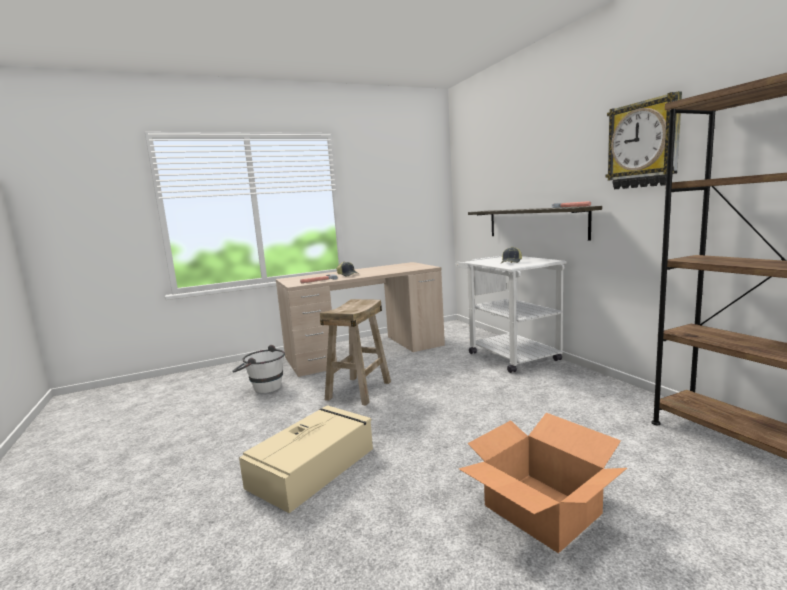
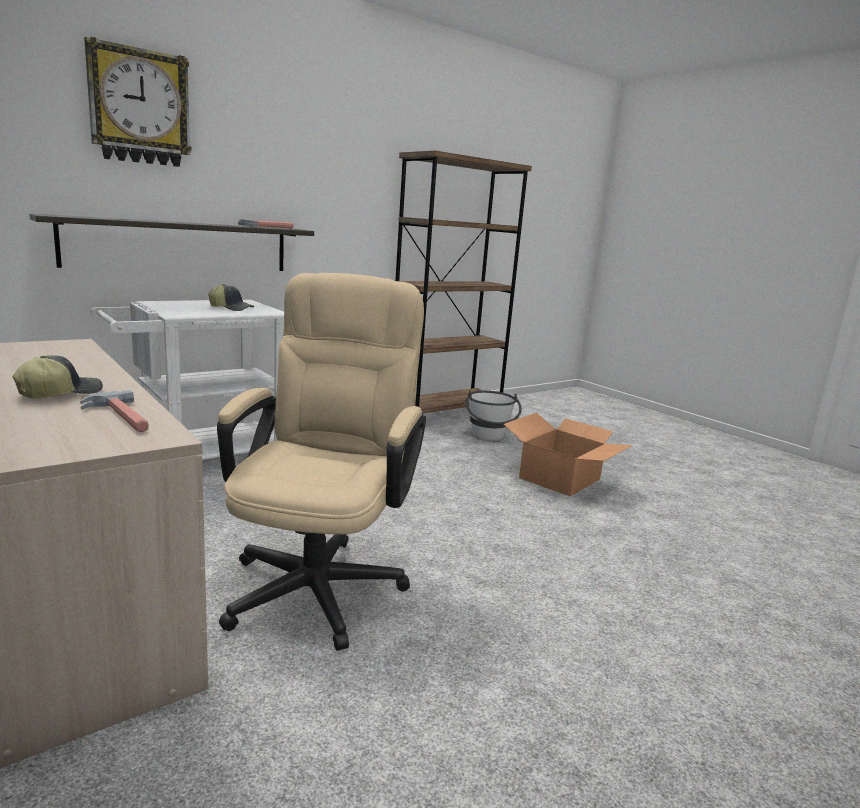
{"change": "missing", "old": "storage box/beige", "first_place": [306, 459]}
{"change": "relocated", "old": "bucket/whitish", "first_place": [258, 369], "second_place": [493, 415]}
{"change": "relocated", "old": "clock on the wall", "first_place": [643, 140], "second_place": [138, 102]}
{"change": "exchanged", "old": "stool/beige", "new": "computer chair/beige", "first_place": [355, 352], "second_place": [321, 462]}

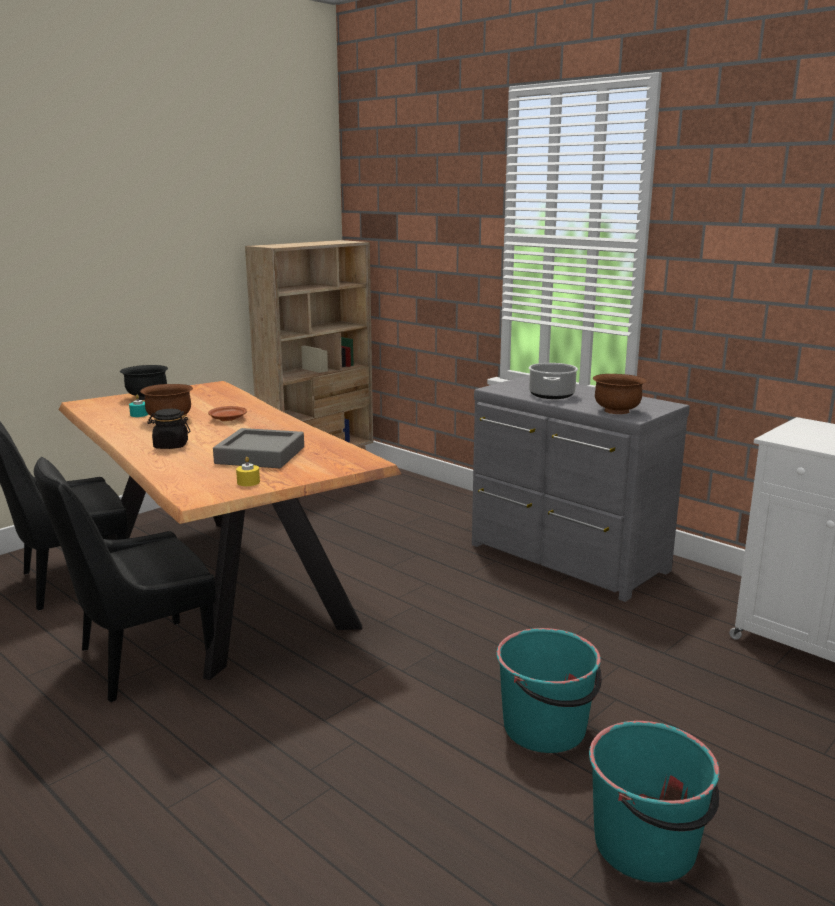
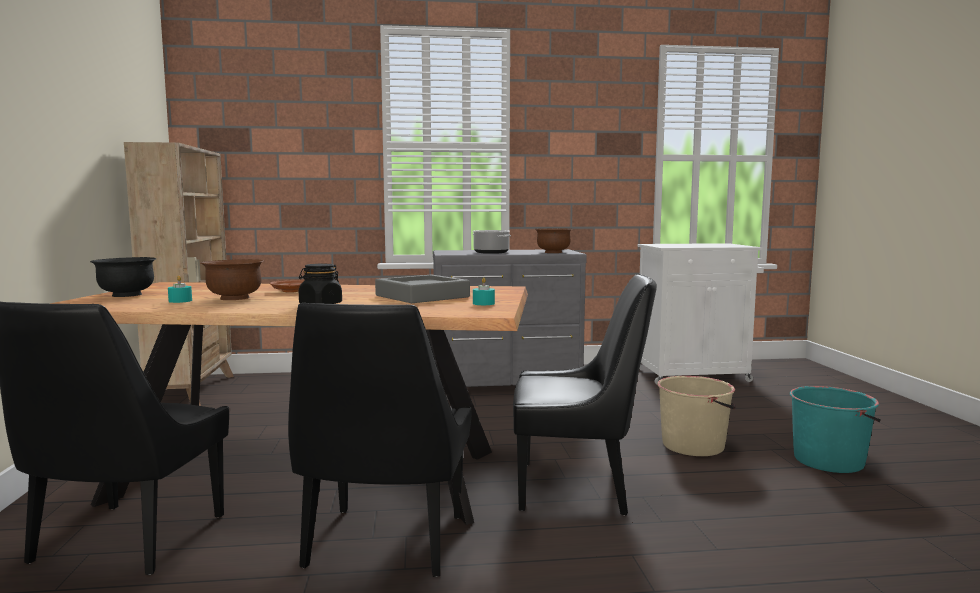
{"change": "appeared", "new": "plain chair/black", "second_place": [585, 394]}
{"change": "colour", "old": "candle/yellow", "new": "candle/turquoise-coloured", "first_place": [248, 471], "second_place": [484, 291]}
{"change": "colour", "old": "bucket/turquoise-coloured", "new": "bucket/beige", "first_place": [549, 690], "second_place": [696, 416]}

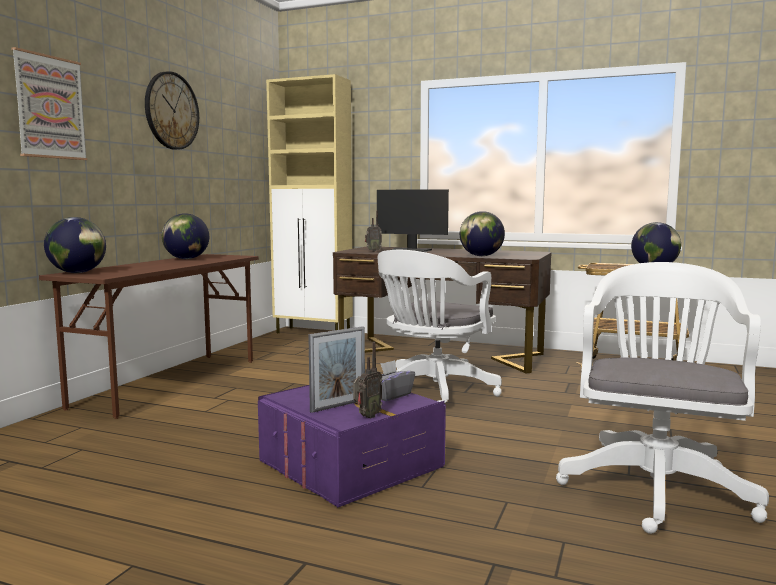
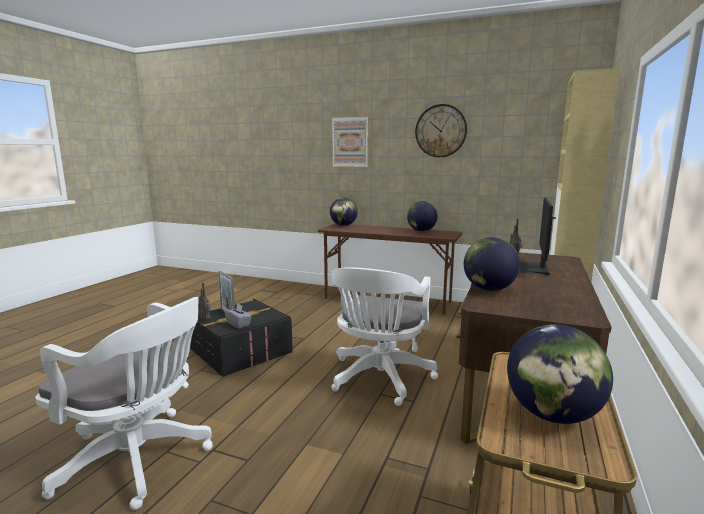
{"change": "colour", "old": "storage box/purple", "new": "storage box/black", "first_place": [352, 446], "second_place": [241, 338]}
{"change": "spun", "old": "computer chair/whitish", "first_place": [440, 326], "second_place": [384, 336], "degrees": -105}

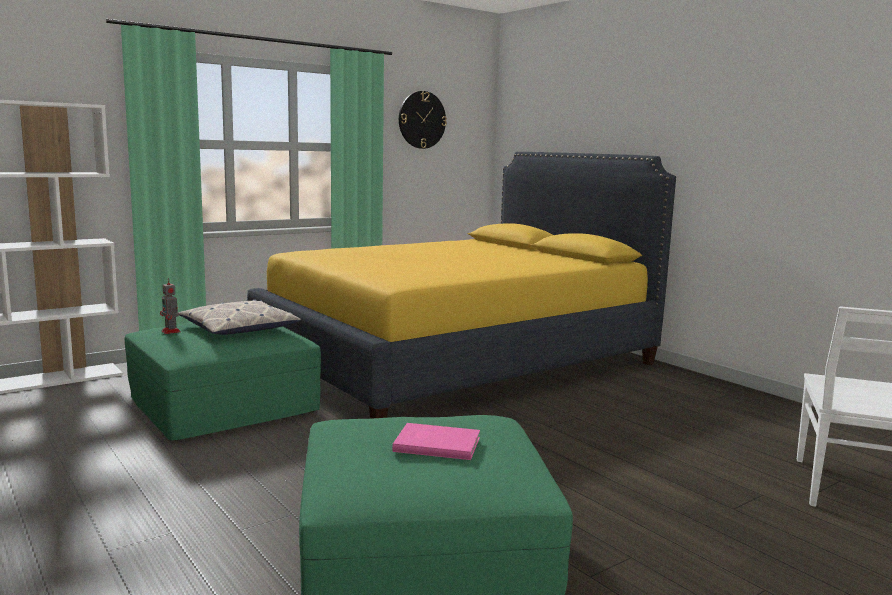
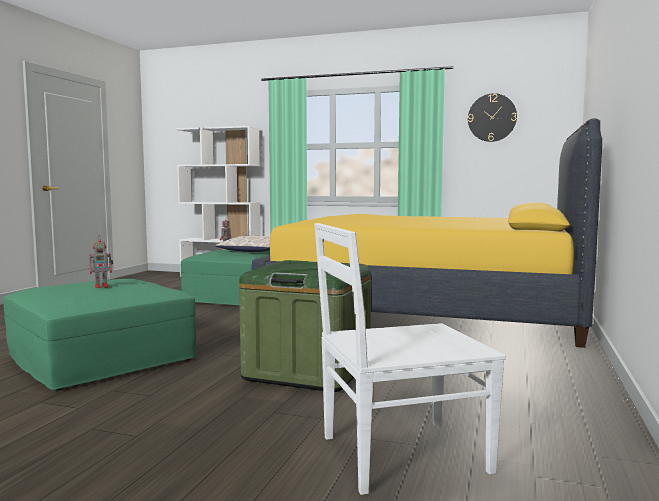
{"change": "appeared", "new": "storage box/green-coloured", "second_place": [305, 326]}
{"change": "exchanged", "old": "bound book/pinkish", "new": "robot figure", "first_place": [436, 441], "second_place": [101, 261]}

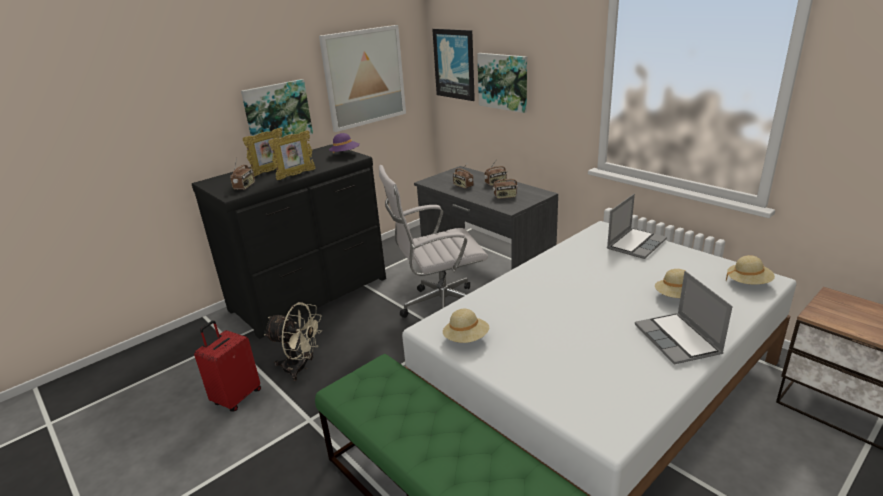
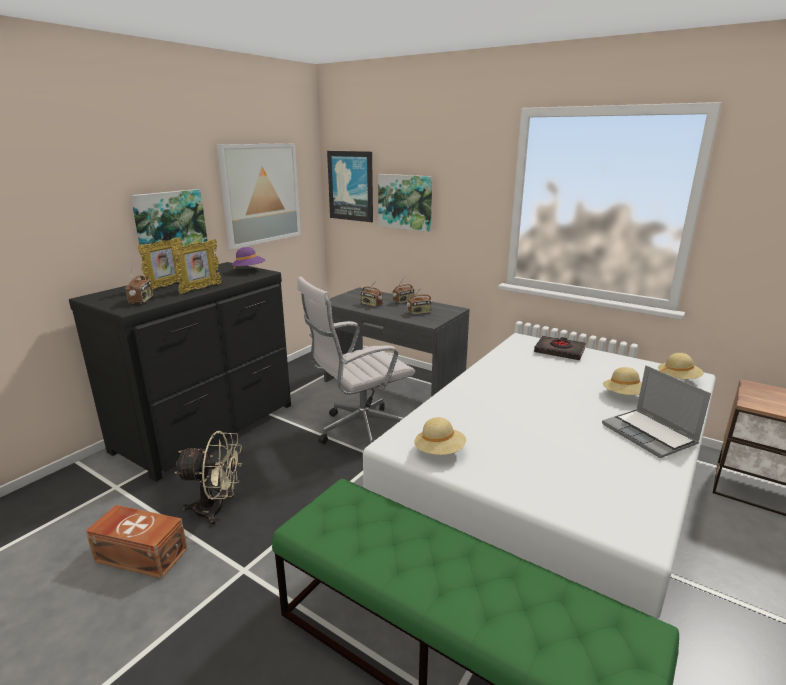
{"change": "exchanged", "old": "travel case/red", "new": "storage box/brown", "first_place": [227, 366], "second_place": [136, 542]}
{"change": "exchanged", "old": "laptop", "new": "bound book/black", "first_place": [637, 226], "second_place": [560, 348]}

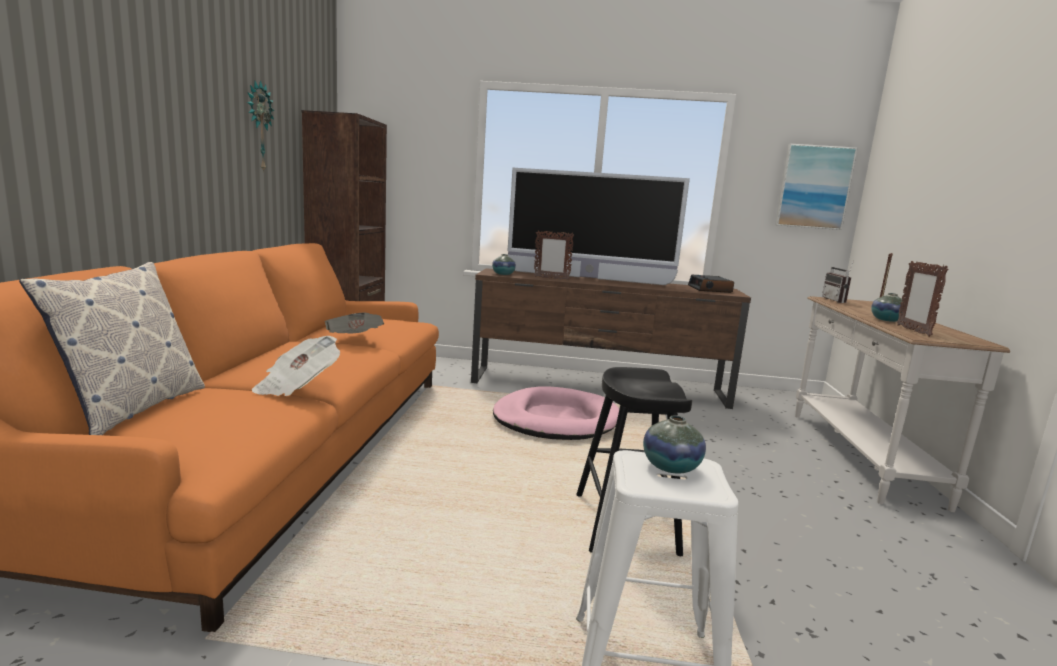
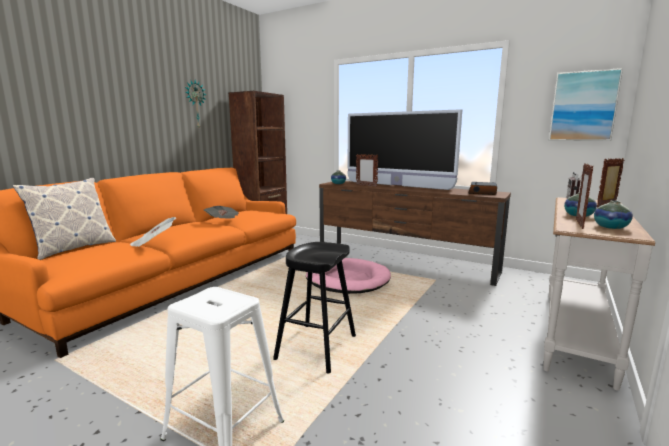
{"change": "relocated", "old": "flower vase", "first_place": [674, 444], "second_place": [613, 214]}

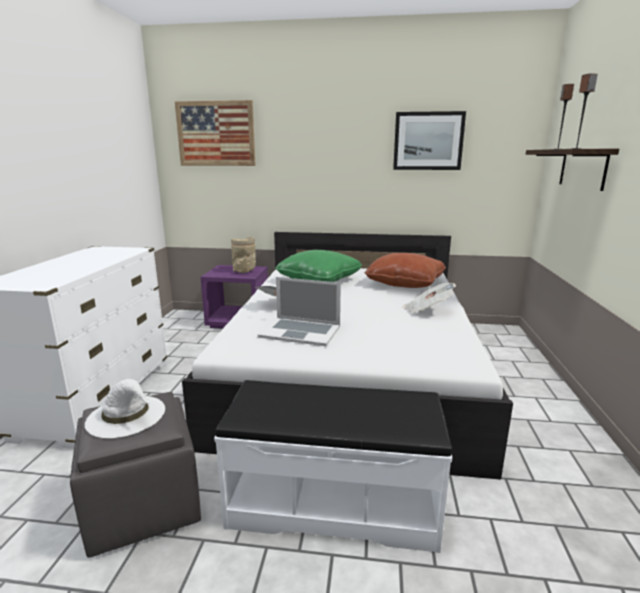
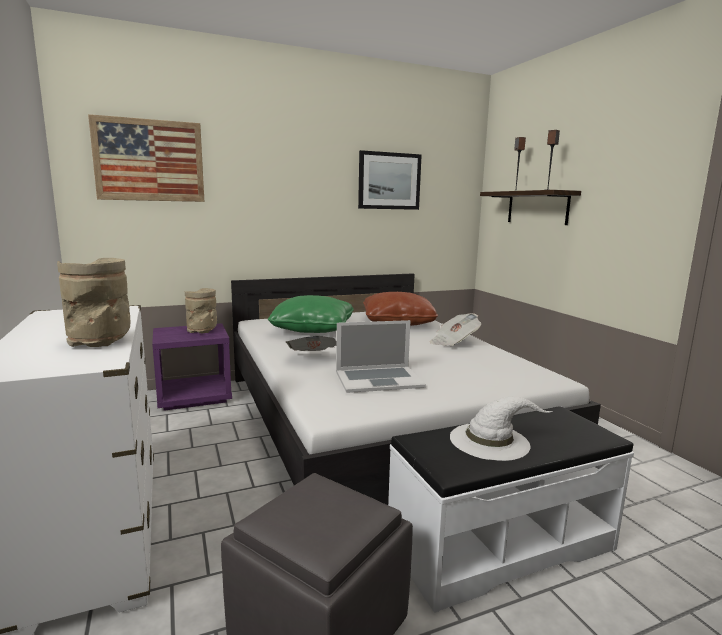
{"change": "appeared", "new": "flower vase/beige", "second_place": [93, 302]}
{"change": "relocated", "old": "hat/whitish", "first_place": [125, 408], "second_place": [501, 429]}

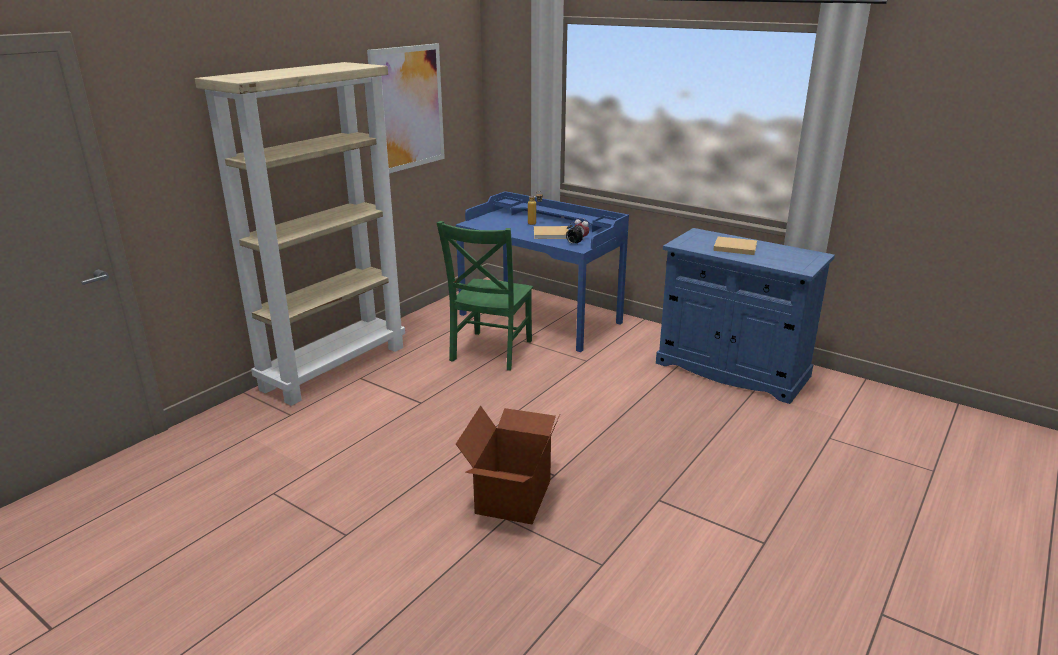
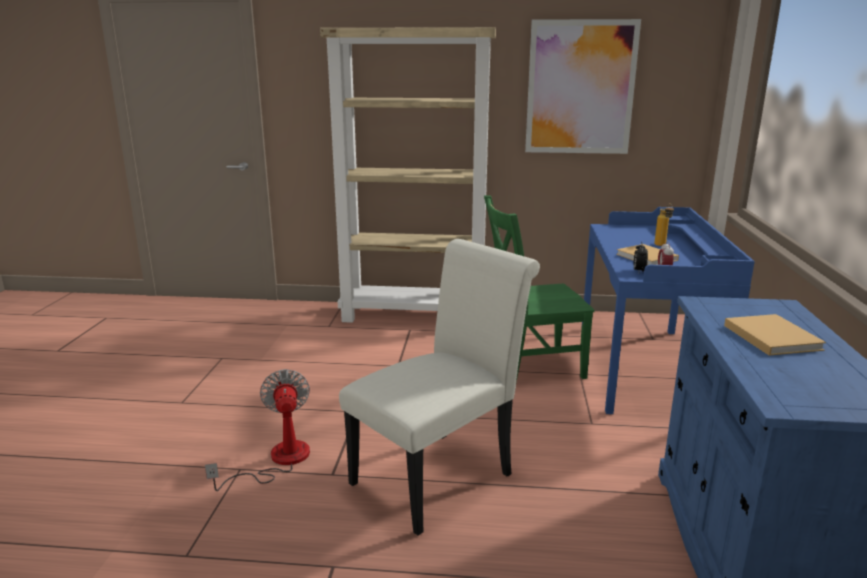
{"change": "appeared", "new": "plain chair/whitish", "second_place": [439, 387]}
{"change": "exchanged", "old": "cardboard box", "new": "electric fan", "first_place": [508, 465], "second_place": [257, 430]}

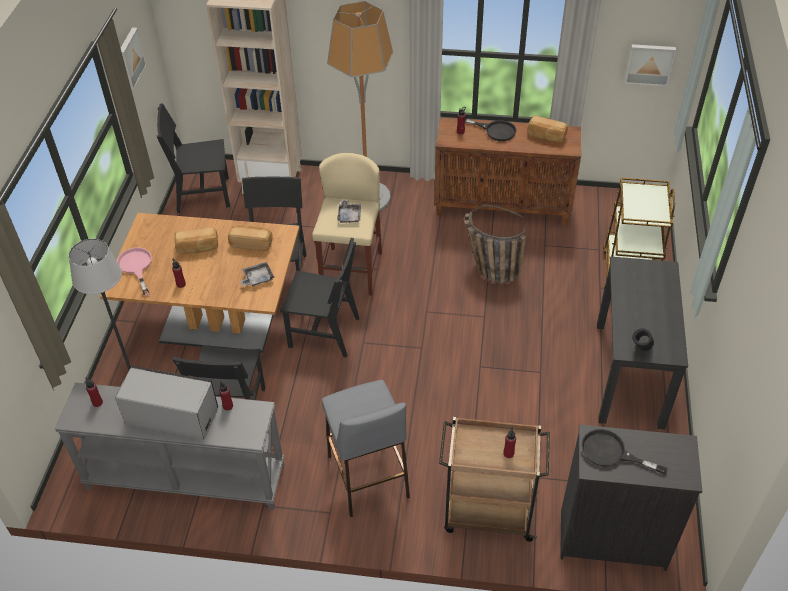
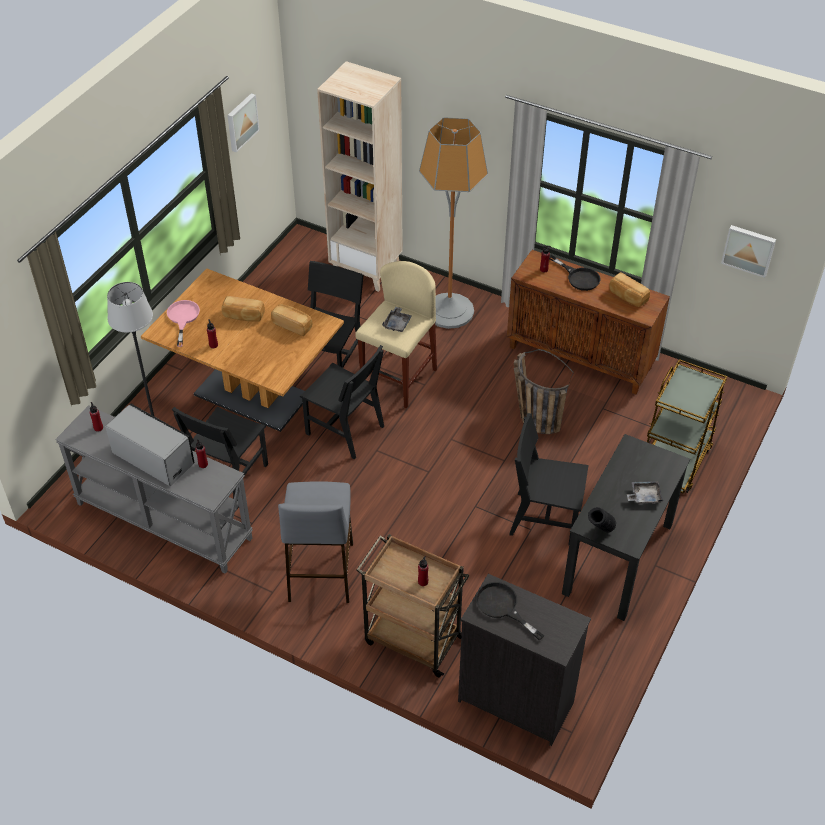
{"change": "relocated", "old": "plain chair/black", "first_place": [193, 158], "second_place": [549, 479]}
{"change": "relocated", "old": "tray/greyish", "first_place": [257, 274], "second_place": [645, 492]}

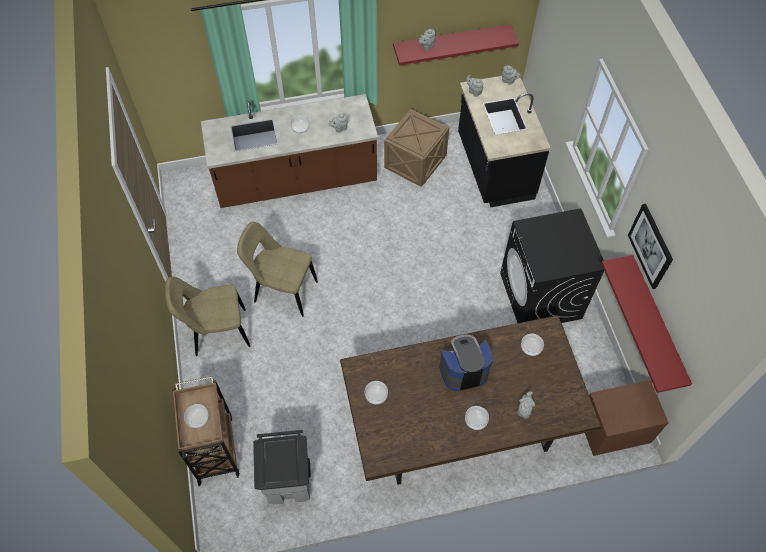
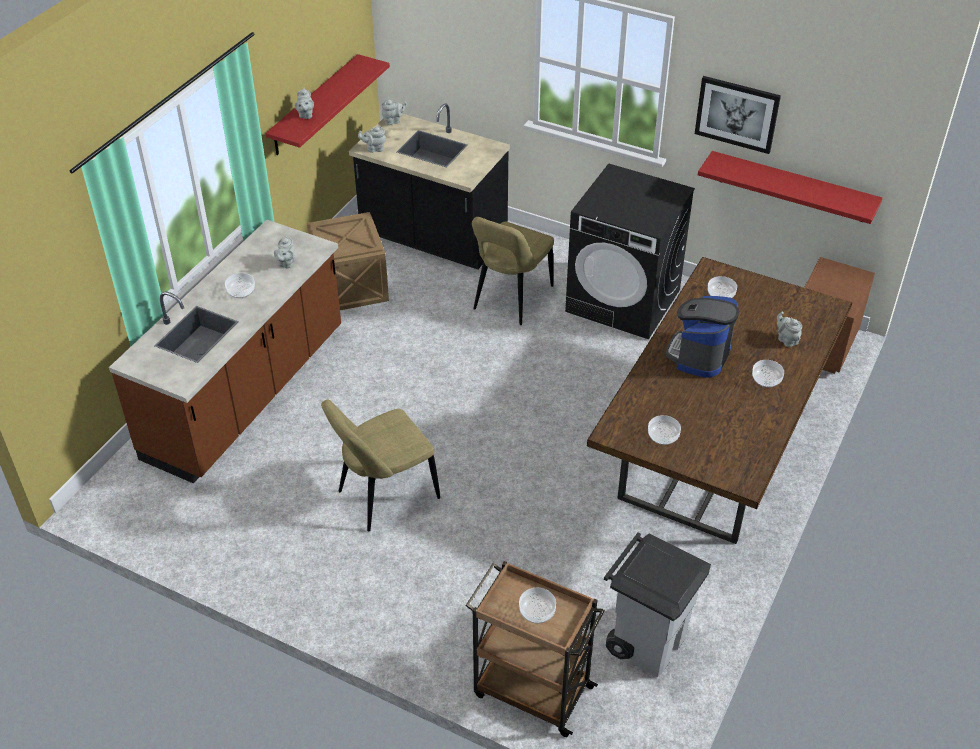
{"change": "relocated", "old": "plain chair/beige", "first_place": [208, 316], "second_place": [513, 271]}

